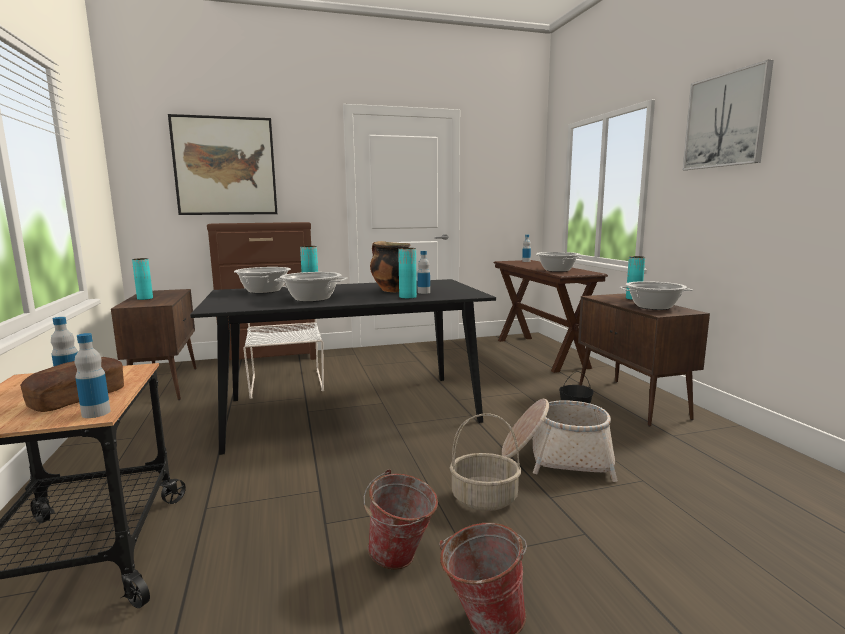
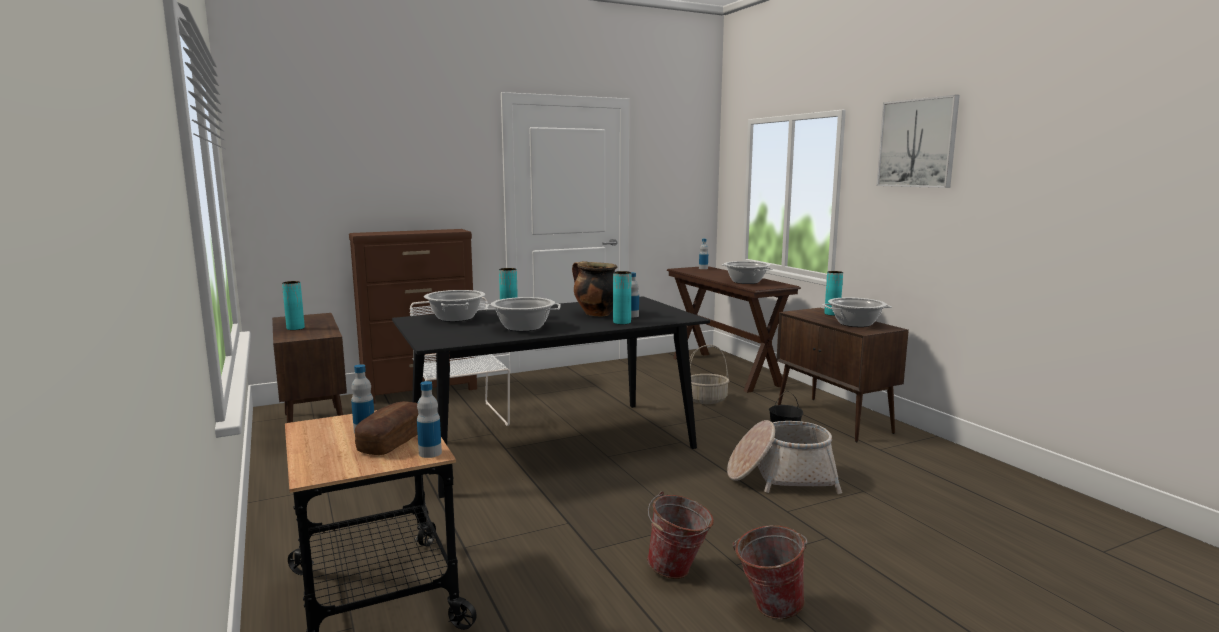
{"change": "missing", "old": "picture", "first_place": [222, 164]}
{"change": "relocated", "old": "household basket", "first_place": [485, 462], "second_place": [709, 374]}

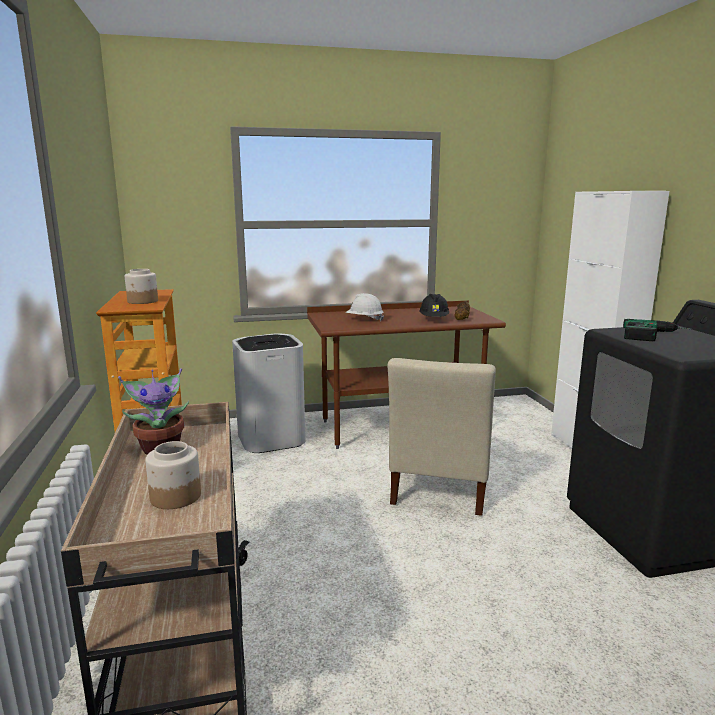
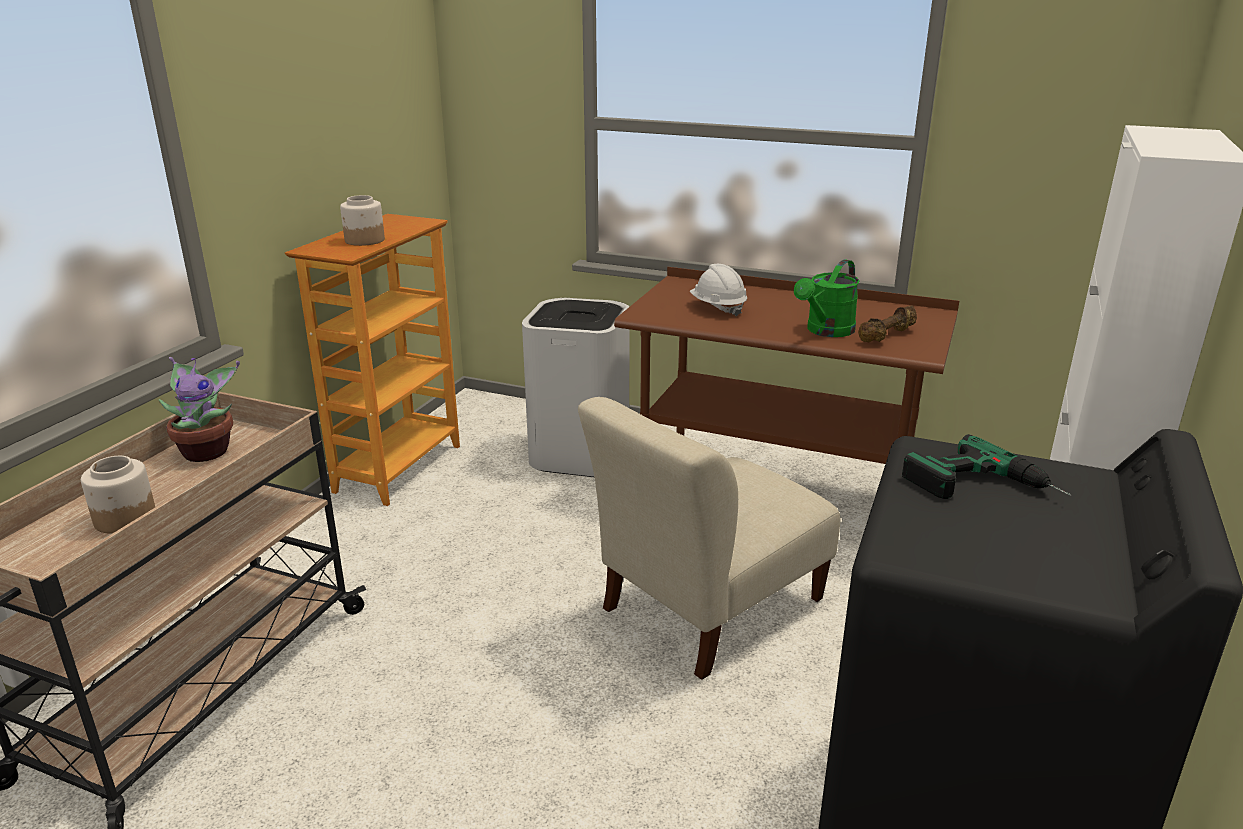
{"change": "exchanged", "old": "hard hat/black", "new": "sprinkling can/green-coloured", "first_place": [434, 305], "second_place": [827, 298]}

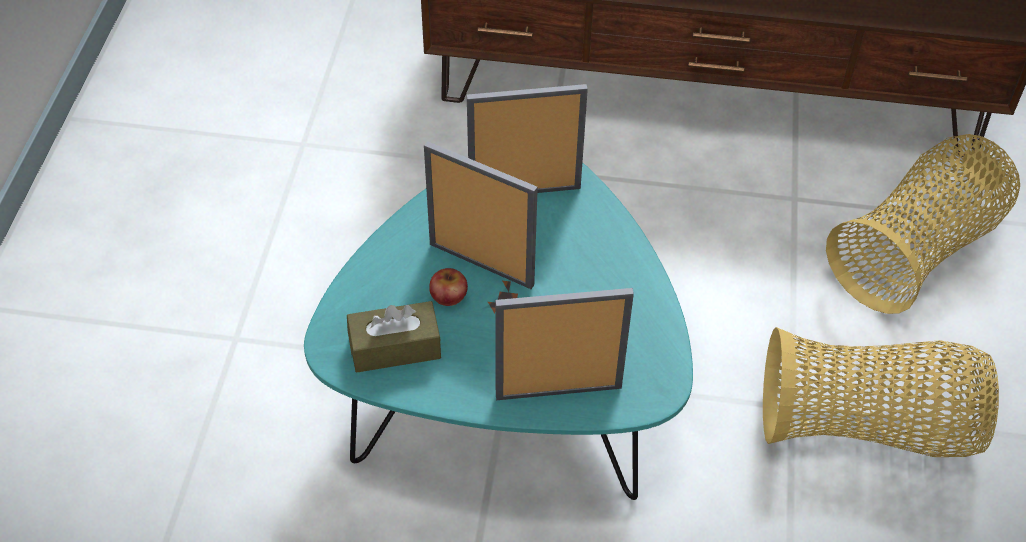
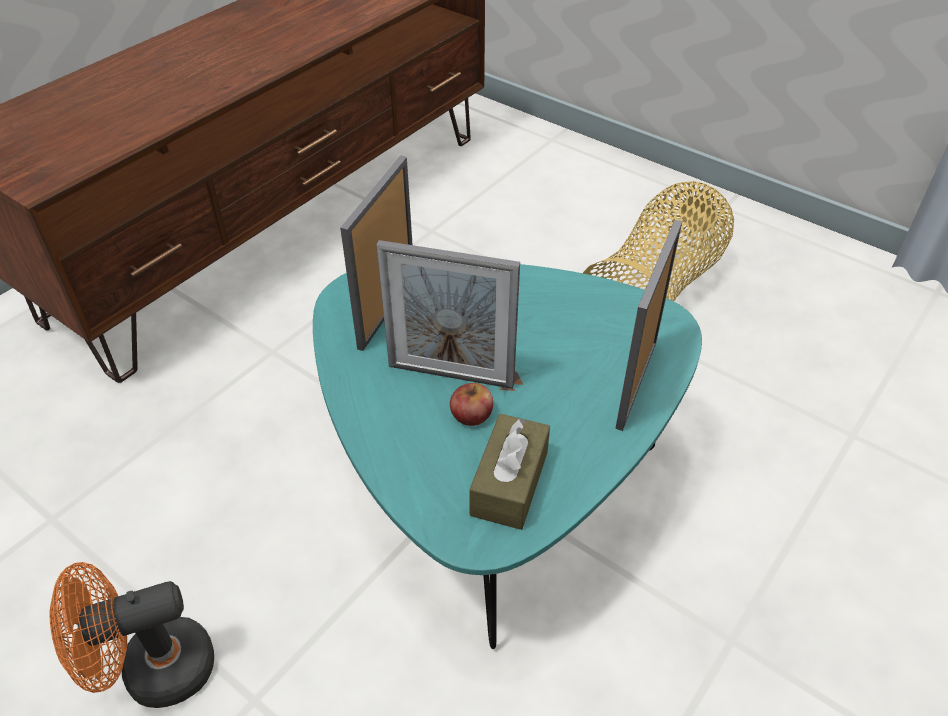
{"change": "missing", "old": "household basket", "first_place": [923, 224]}
{"change": "appeared", "new": "electric fan/orange", "second_place": [132, 635]}
{"change": "spun", "old": "photo frame", "first_place": [481, 215], "second_place": [448, 314], "degrees": -135}

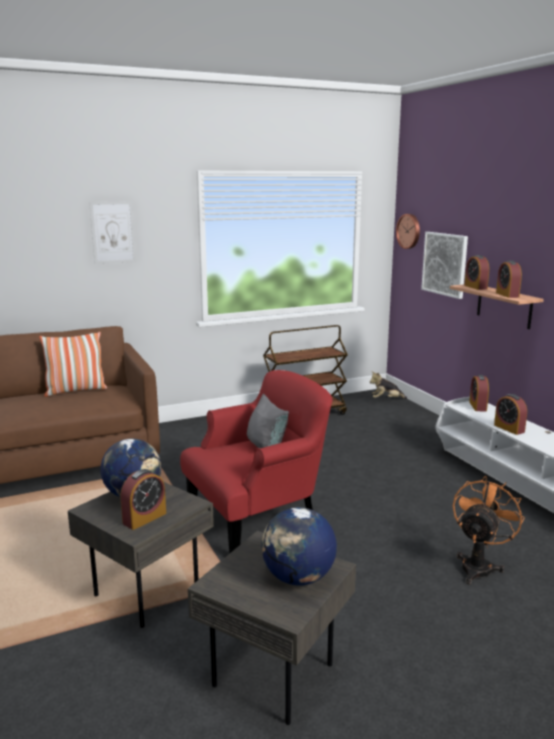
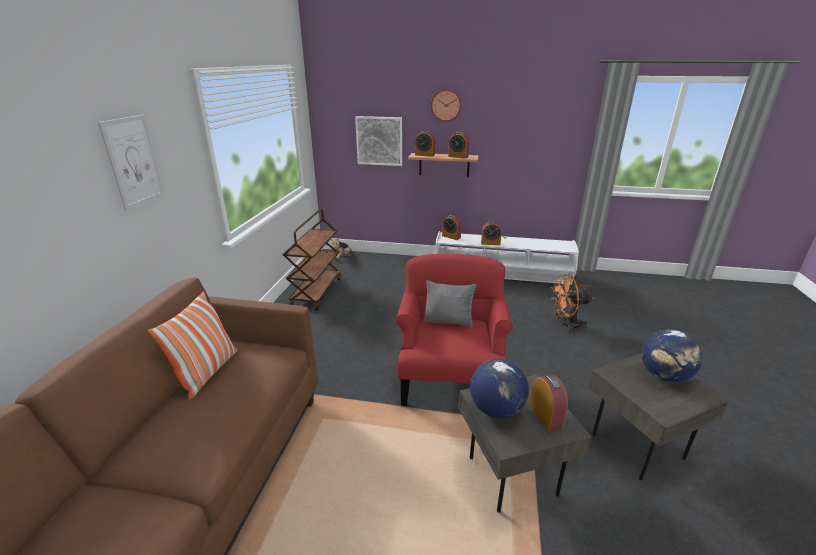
{"change": "relocated", "old": "clock on the wall", "first_place": [408, 231], "second_place": [446, 105]}
{"change": "spun", "old": "electric fan/orange", "first_place": [488, 530], "second_place": [572, 303], "degrees": -75}

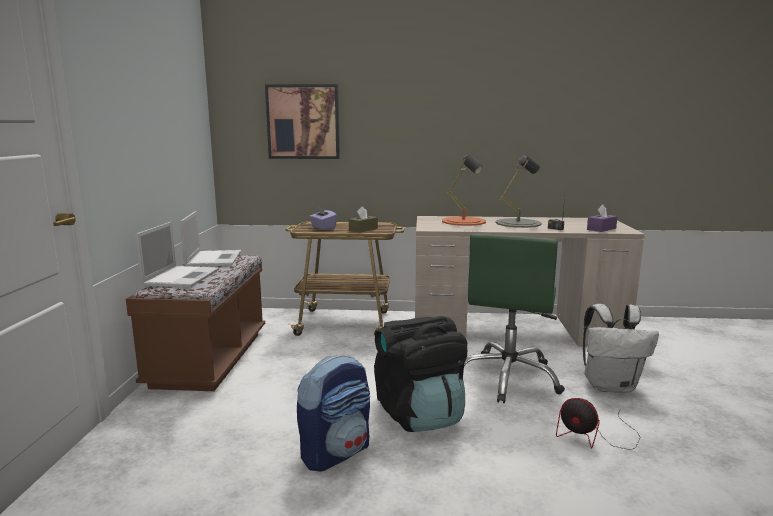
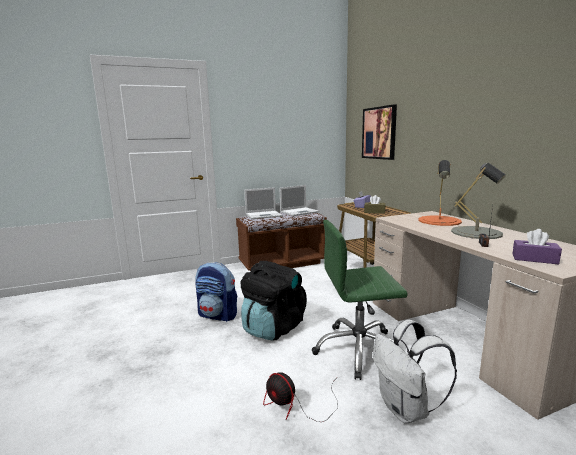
{"change": "spun", "old": "electric fan", "first_place": [598, 424], "second_place": [300, 397], "degrees": -60}

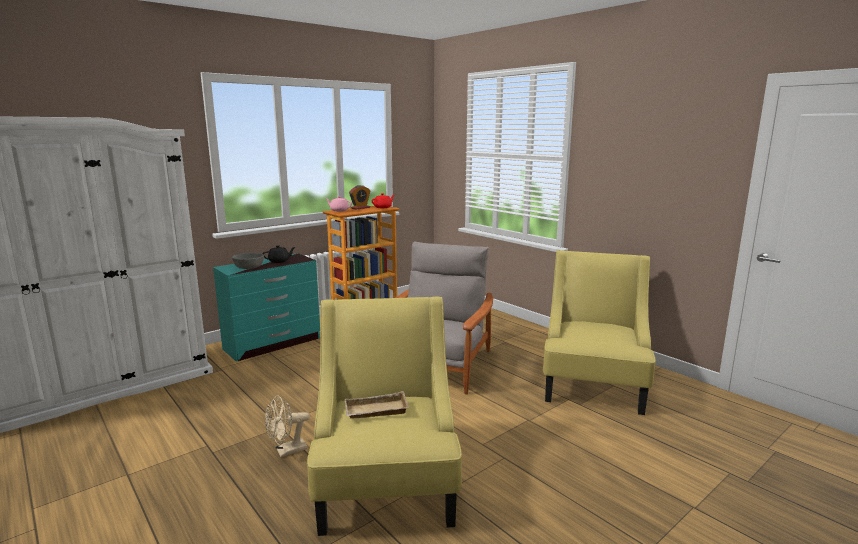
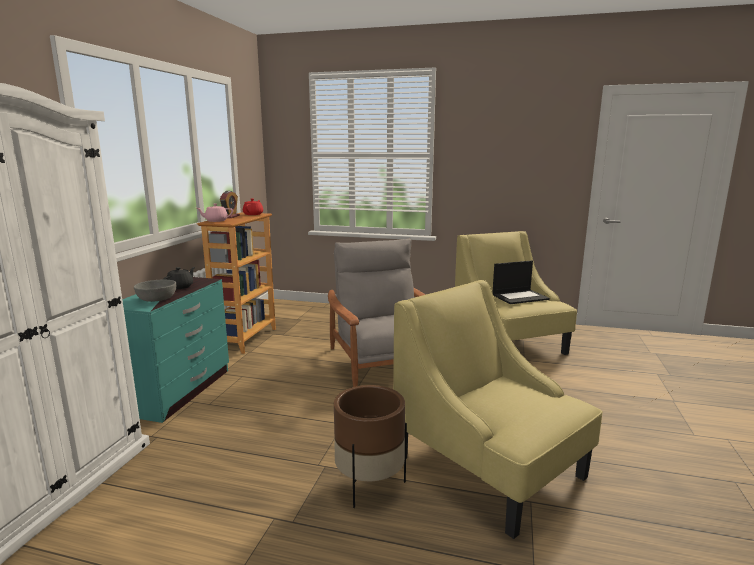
{"change": "missing", "old": "tray/beige", "first_place": [377, 405]}
{"change": "appeared", "new": "laptop", "second_place": [521, 282]}
{"change": "exchanged", "old": "electric fan/beige", "new": "plant pot/brown", "first_place": [287, 426], "second_place": [370, 446]}

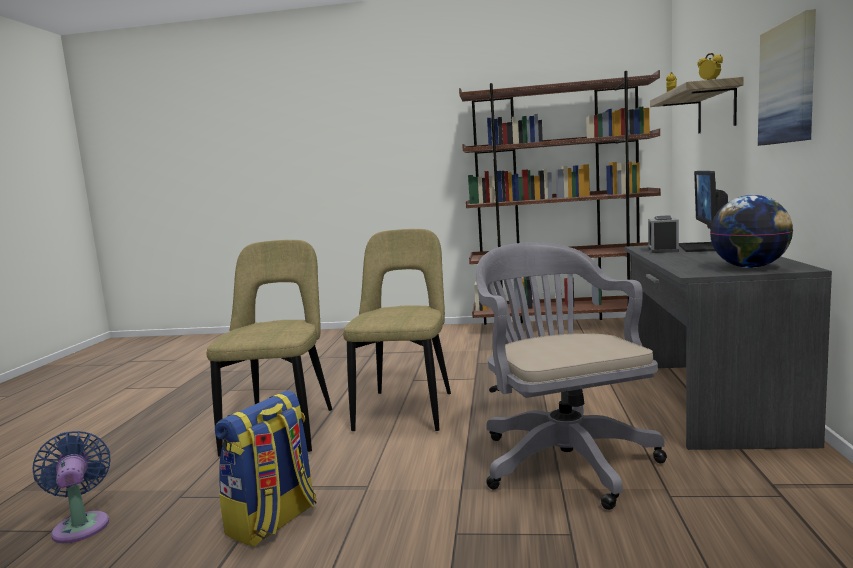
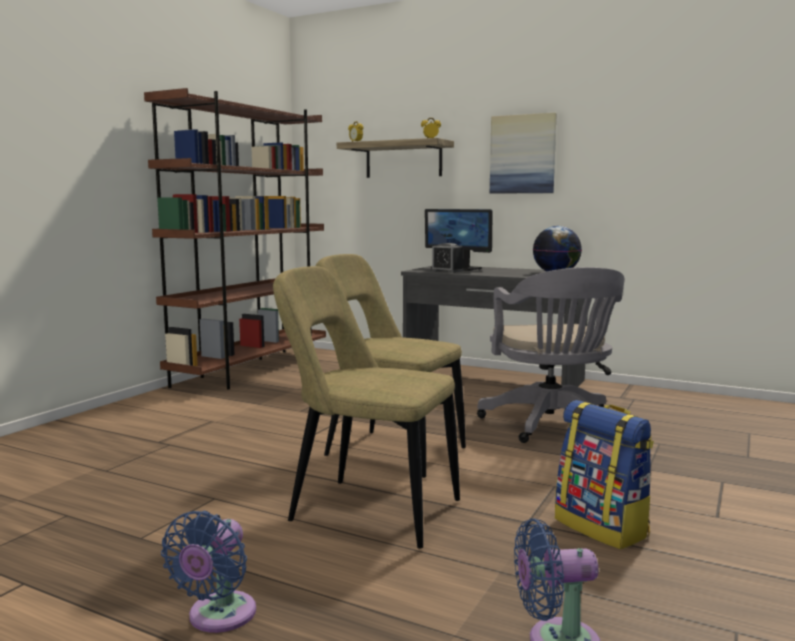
{"change": "appeared", "new": "electric fan/bluish", "second_place": [208, 572]}
{"change": "spun", "old": "computer chair/greyish", "first_place": [571, 376], "second_place": [551, 355], "degrees": -105}

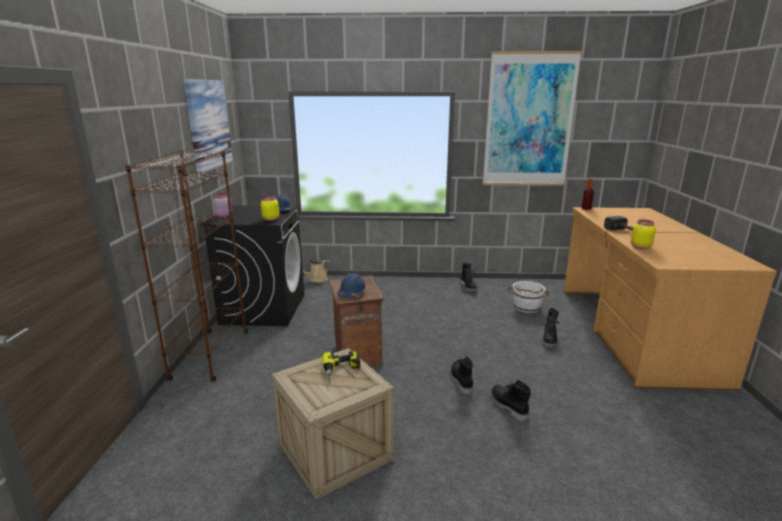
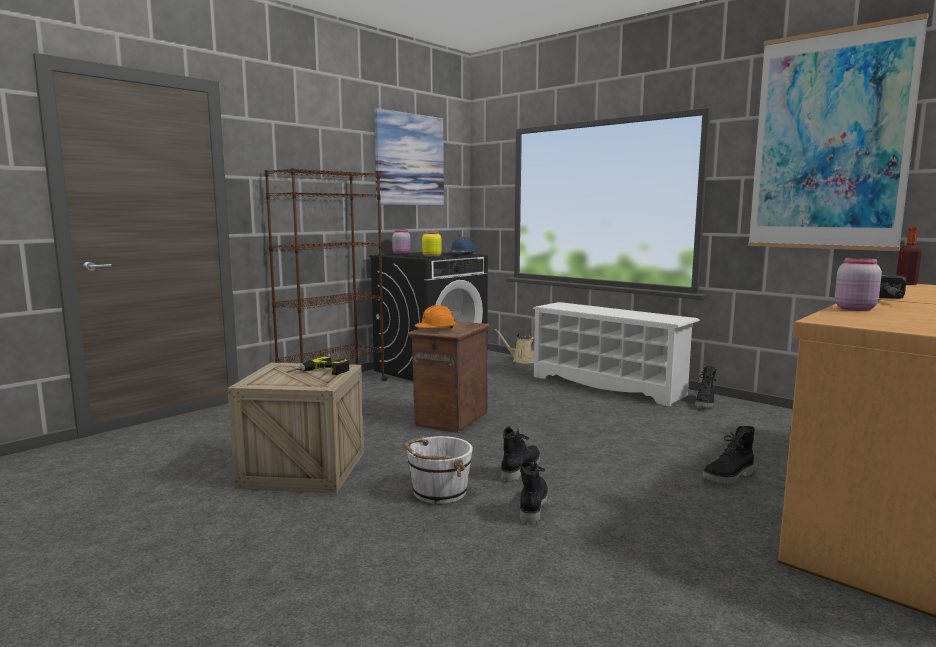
{"change": "appeared", "new": "shoe shelf/whitish", "second_place": [616, 354]}
{"change": "relocated", "old": "bucket/whitish", "first_place": [528, 297], "second_place": [438, 470]}
{"change": "colour", "old": "hard hat/bluish", "new": "hard hat/orange", "first_place": [351, 285], "second_place": [436, 317]}
{"change": "colour", "old": "preserve jar/yellow", "new": "preserve jar/pinkish", "first_place": [643, 234], "second_place": [858, 284]}

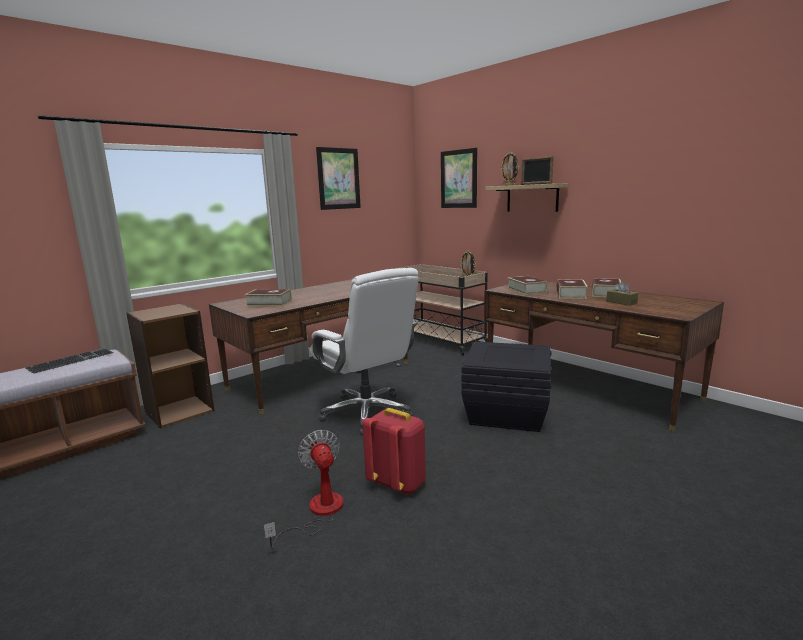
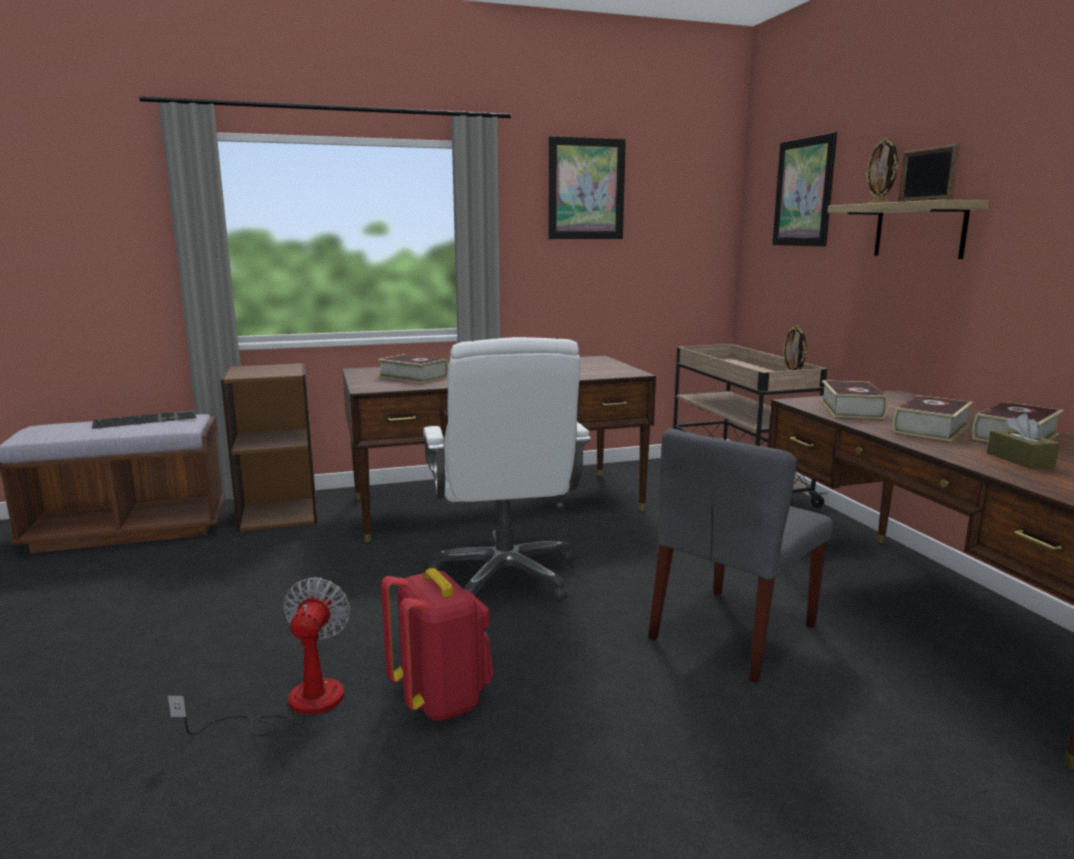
{"change": "exchanged", "old": "storage box/black", "new": "plain chair/greyish", "first_place": [507, 387], "second_place": [740, 555]}

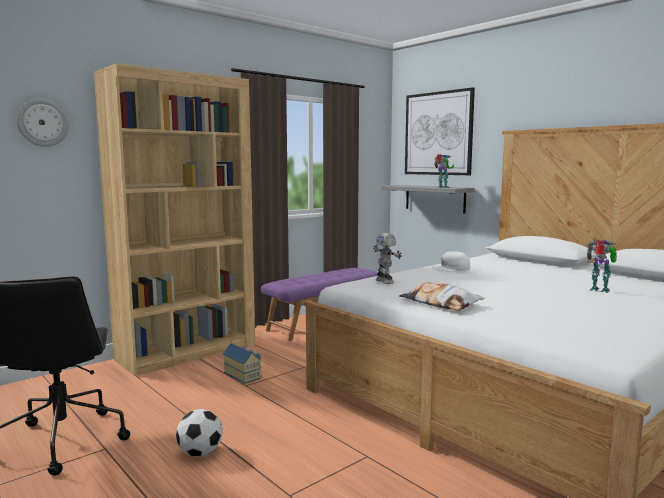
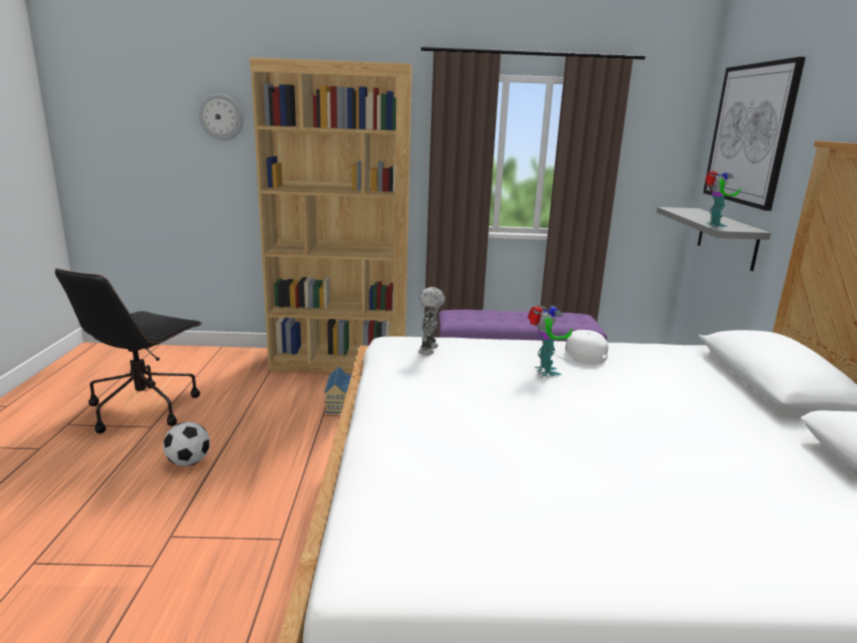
{"change": "missing", "old": "cushion", "first_place": [442, 296]}
{"change": "relocated", "old": "robot figure", "first_place": [602, 266], "second_place": [550, 341]}

